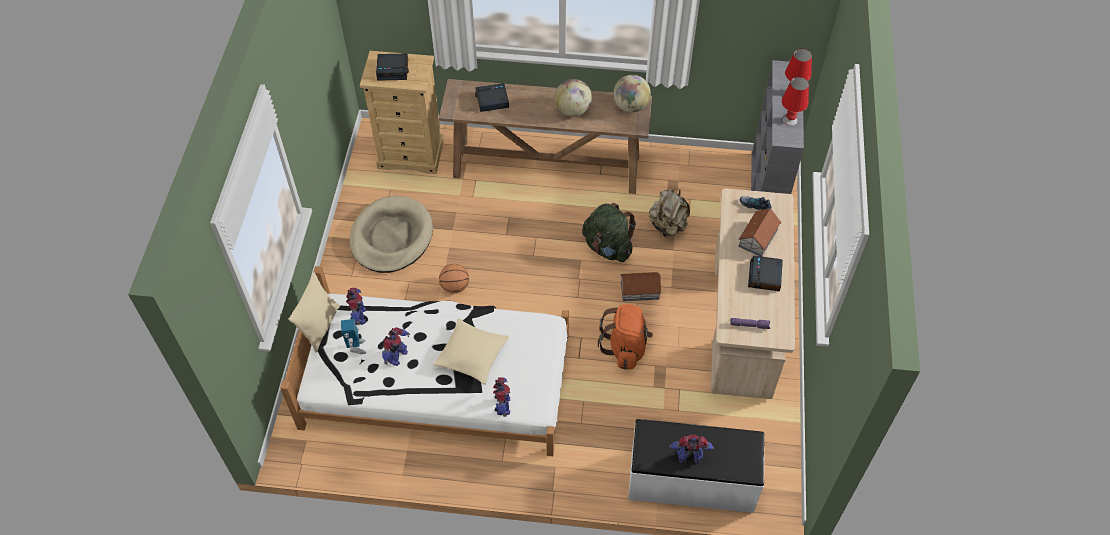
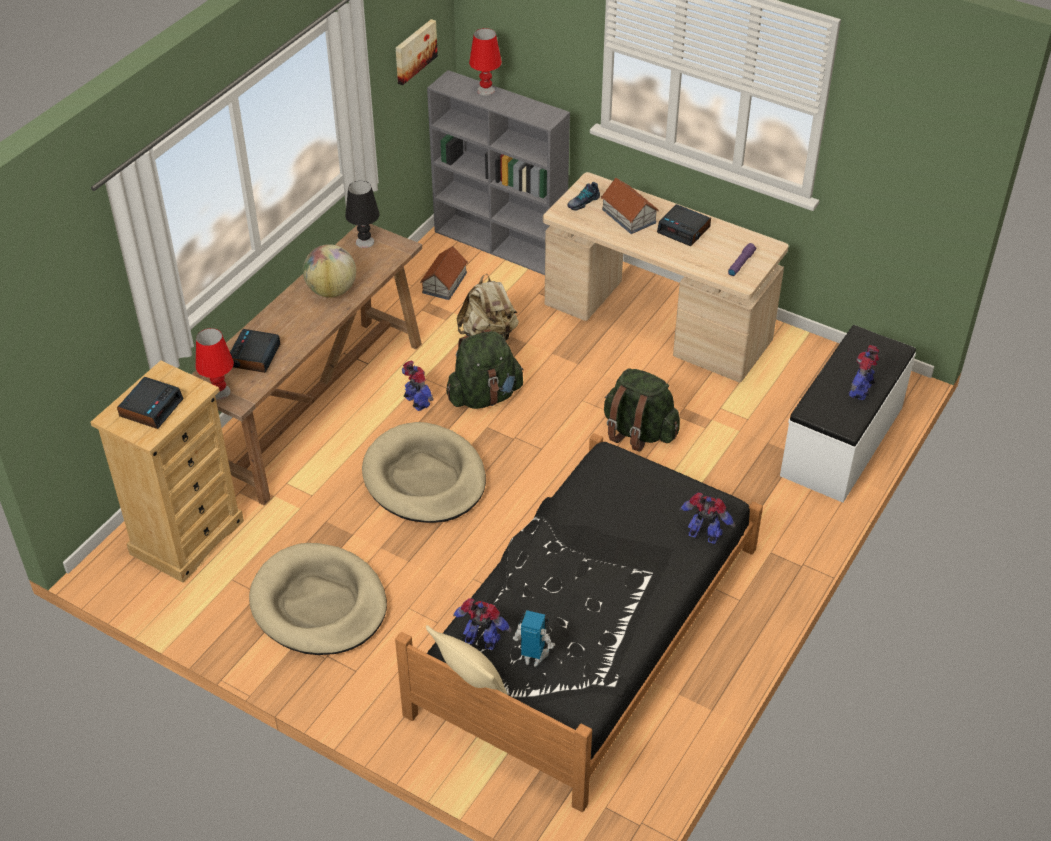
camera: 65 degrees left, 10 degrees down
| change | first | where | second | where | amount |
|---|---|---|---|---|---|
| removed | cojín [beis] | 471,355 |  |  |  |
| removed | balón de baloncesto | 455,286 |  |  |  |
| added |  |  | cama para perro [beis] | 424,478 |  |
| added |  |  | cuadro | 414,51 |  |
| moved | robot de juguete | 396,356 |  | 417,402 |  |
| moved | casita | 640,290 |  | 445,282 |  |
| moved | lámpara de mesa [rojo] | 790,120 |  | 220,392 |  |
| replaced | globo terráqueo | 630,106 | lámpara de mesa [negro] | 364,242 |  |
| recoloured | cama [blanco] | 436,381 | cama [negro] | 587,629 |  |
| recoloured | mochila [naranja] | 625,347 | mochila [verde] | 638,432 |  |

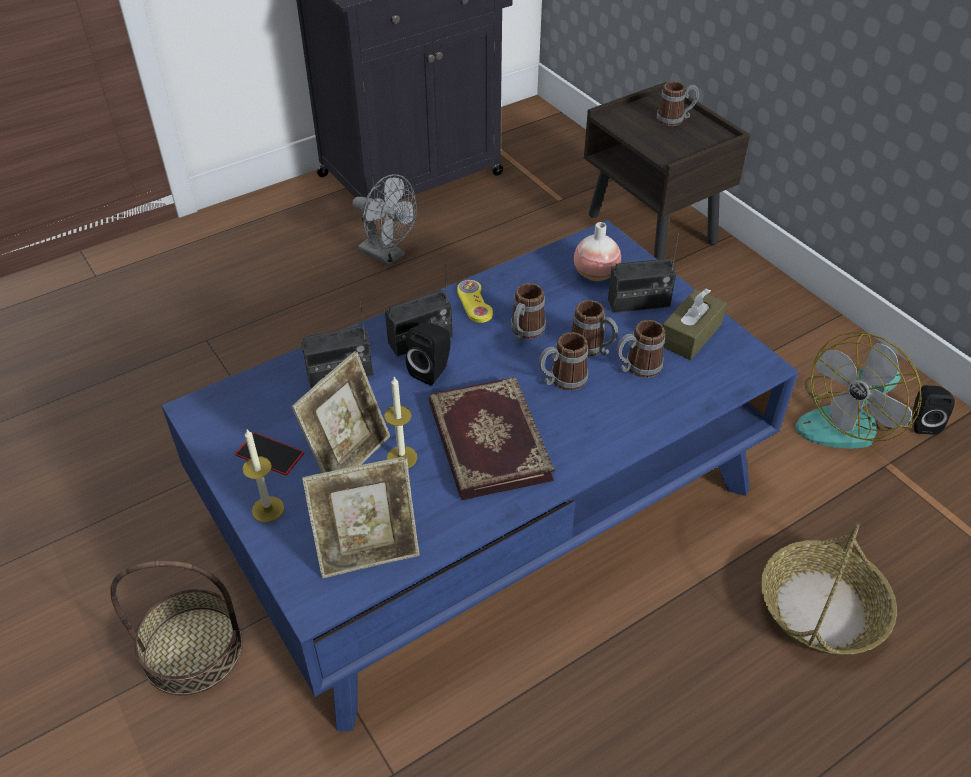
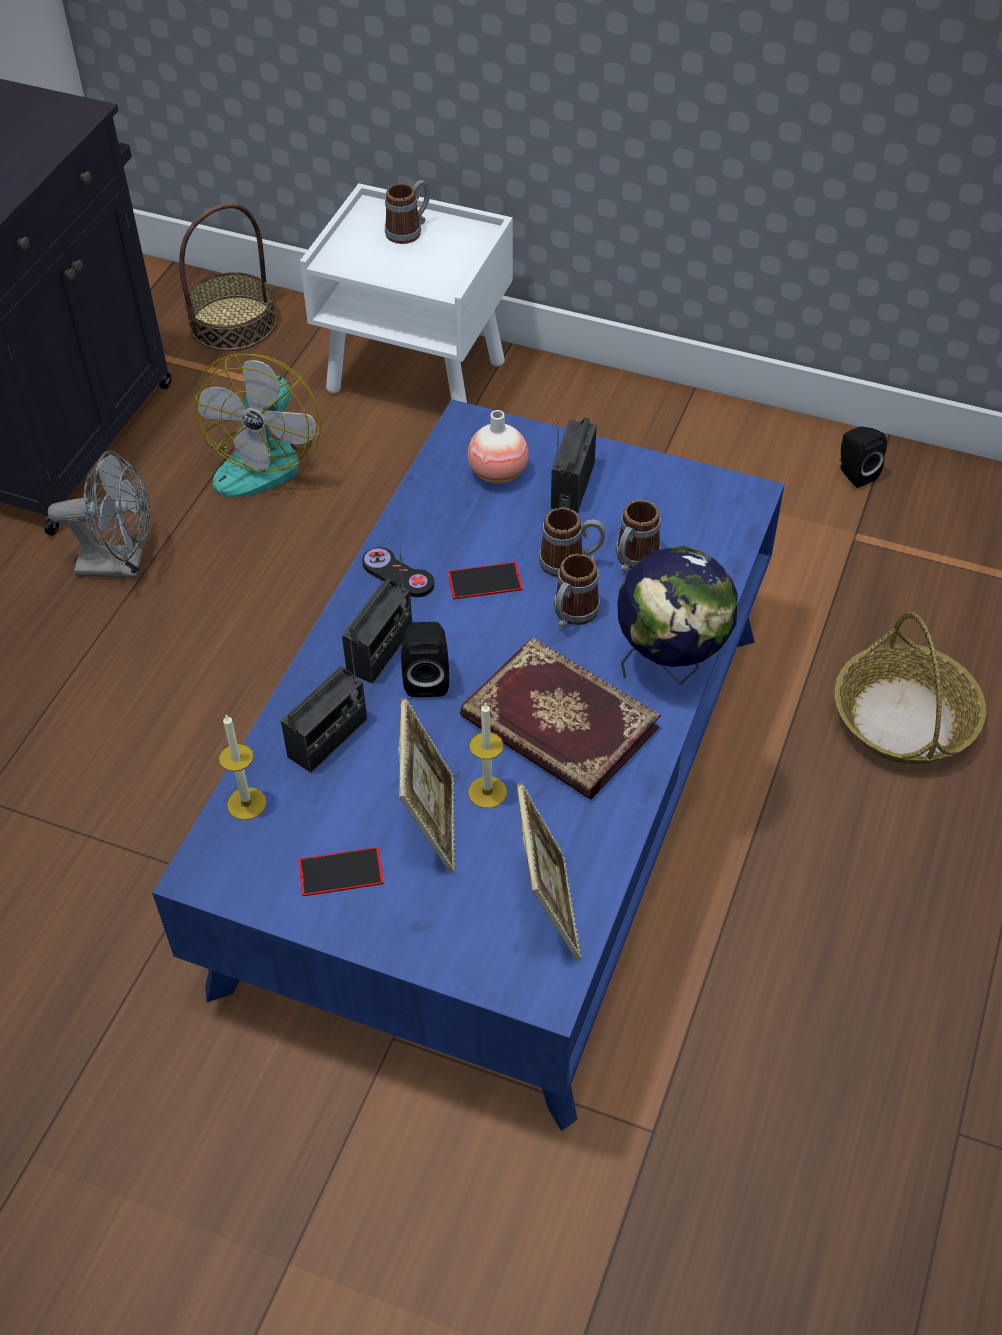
camera: 35 degrees left, 5 degrees up
| change | first | where | second | where | amount |
|---|---|---|---|---|---|
| removed | caja de pañuelos [marrón] | 690,335 |  |  |  |
| added |  |  | globo terráqueo | 670,666 |  |
| moved | cesta | 193,649 |  | 232,323 |  |
| moved | vela | 268,509 |  | 246,803 |  |
| moved | ventilador | 848,420 |  | 264,457 |  |
| replaced | taza grande | 525,332 | móvil | 485,581 |  |
| recoloured | mando de consola [amarillo] | 474,302 | mando de consola [negro] | 398,574 |  |
| recoloured | mesita de noche [marrón] | 653,229 | mesita de noche [blanco] | 418,376 |  |
| turned | portarretratos | 368,551 |  | 548,908 | 45 degrees counterclockwise |
| turned | radio | 639,303 |  | 572,485 | 150 degrees clockwise |

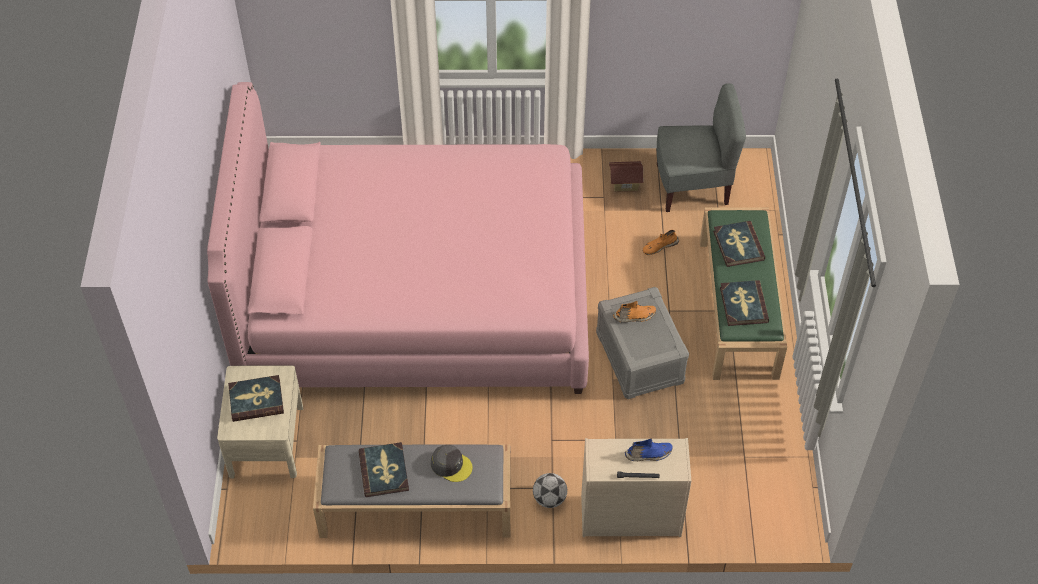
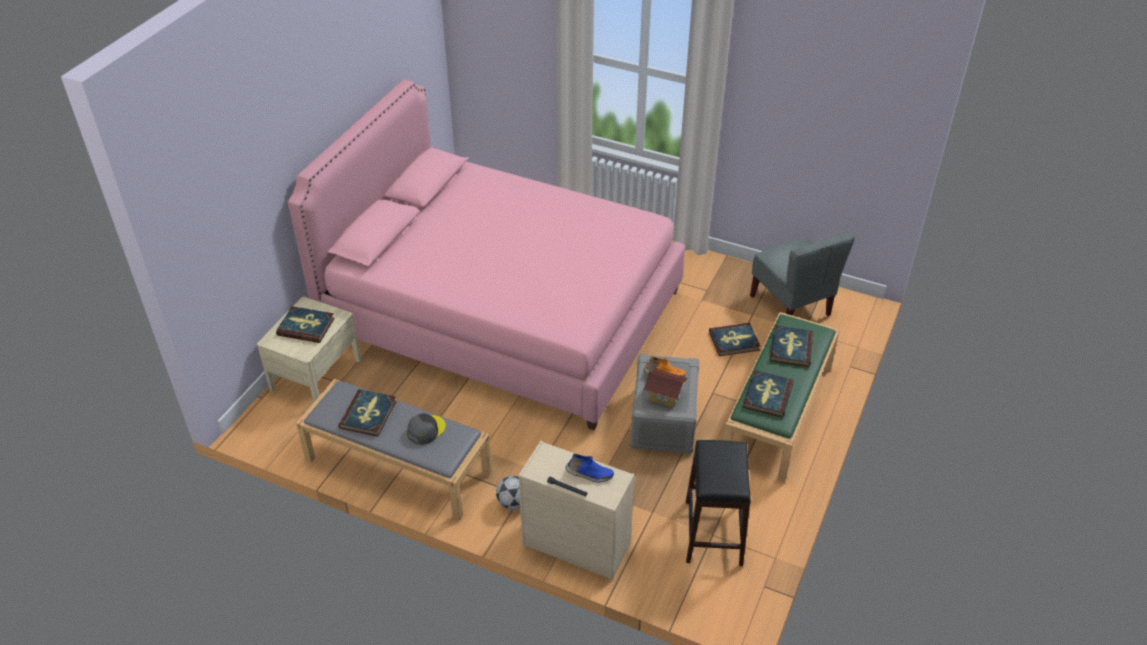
camera: 25 degrees right, 10 degrees down
| change | first | where | second | where | amount |
|---|---|---|---|---|---|
| added |  |  | taburete [negro] | 714,532 |  |
| moved | casita | 625,183 |  | 664,396 |  |
| replaced | zapato [naranja] | 659,246 | libro | 734,341 |  |
| turned | gorra [gris] | 451,465 |  | 426,430 | 105 degrees counterclockwise |
| turned | silla [gris] | 692,186 |  | 791,305 | 45 degrees clockwise |

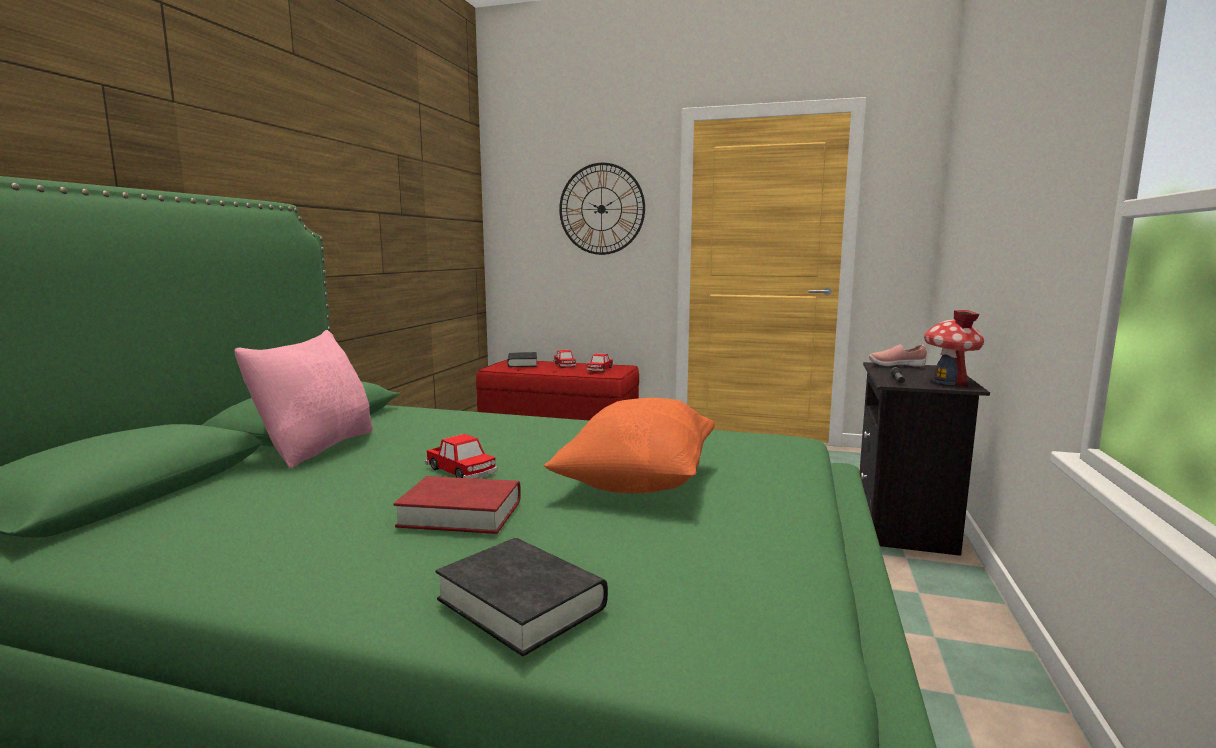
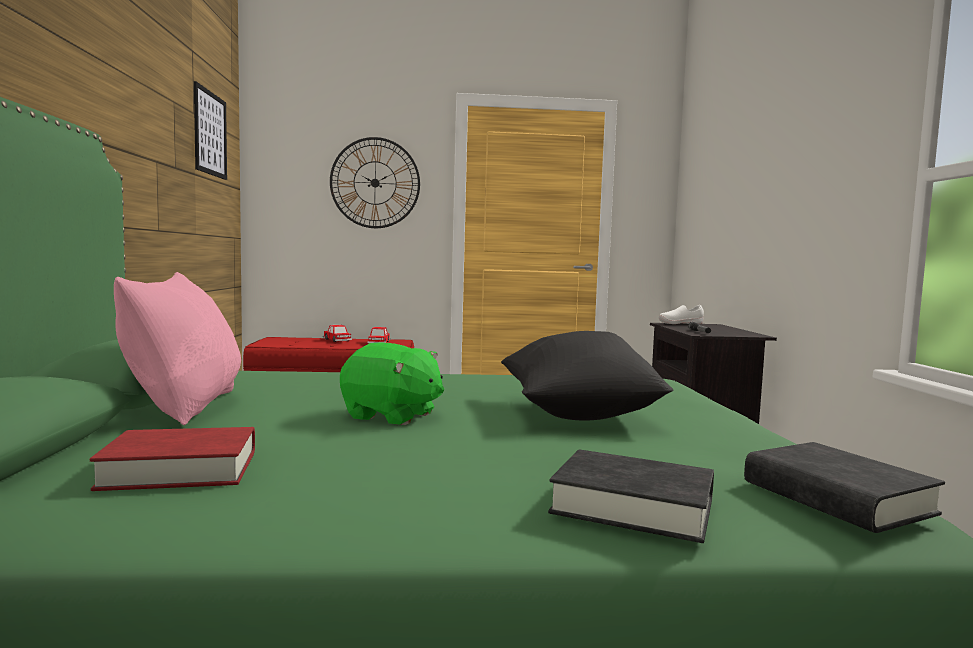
camera: 20 degrees left, 5 degrees down
| change | first | where | second | where | amount |
|---|---|---|---|---|---|
| removed | casita | 948,382 |  |  |  |
| added |  |  | cuadro | 210,133 |  |
| moved | libro [rojo] | 461,513 |  | 180,470 |  |
| moved | libro [negro] | 522,363 |  | 836,498 |  |
| replaced | coche de juguete | 461,470 | peluche [verde] | 391,416 |  |
| recoloured | cojín [naranja] | 636,482 | cojín [negro] | 577,414 |  |
| recoloured | zapato [rosa] | 896,366 | zapato [blanco] | 680,324 |  |

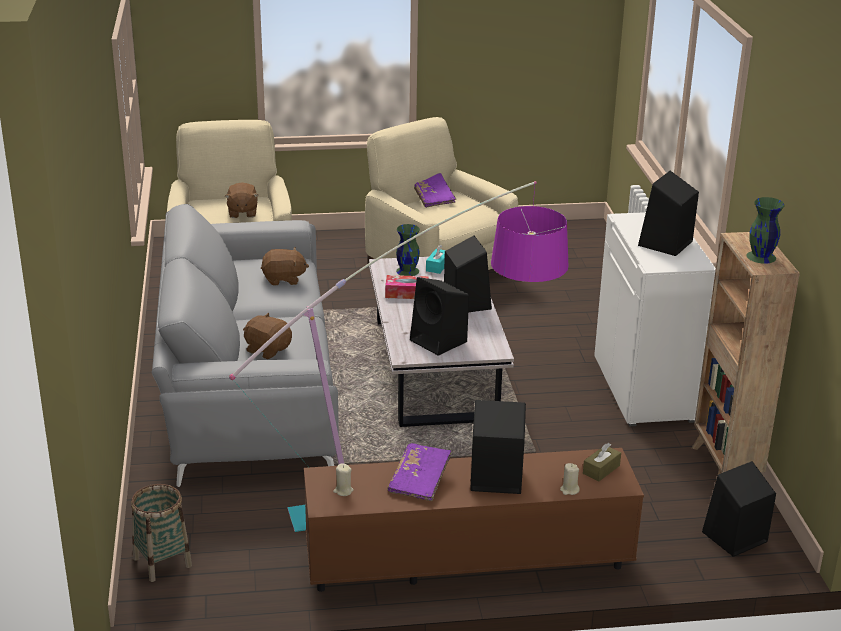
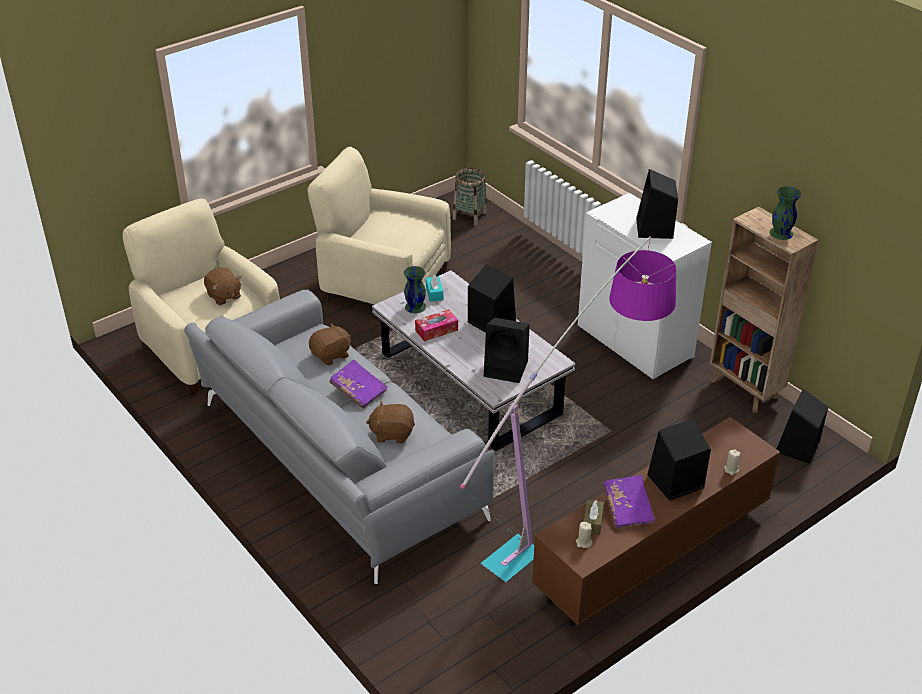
camera: 30 degrees left, 10 degrees up
| change | first | where | second | where | amount |
|---|---|---|---|---|---|
| moved | cesta | 162,562 |  | 470,216 |  |
| moved | libro [morado] | 433,198 |  | 358,391 |  |
| moved | caja de pañuelos [marrón] | 601,469 |  | 592,522 |  |

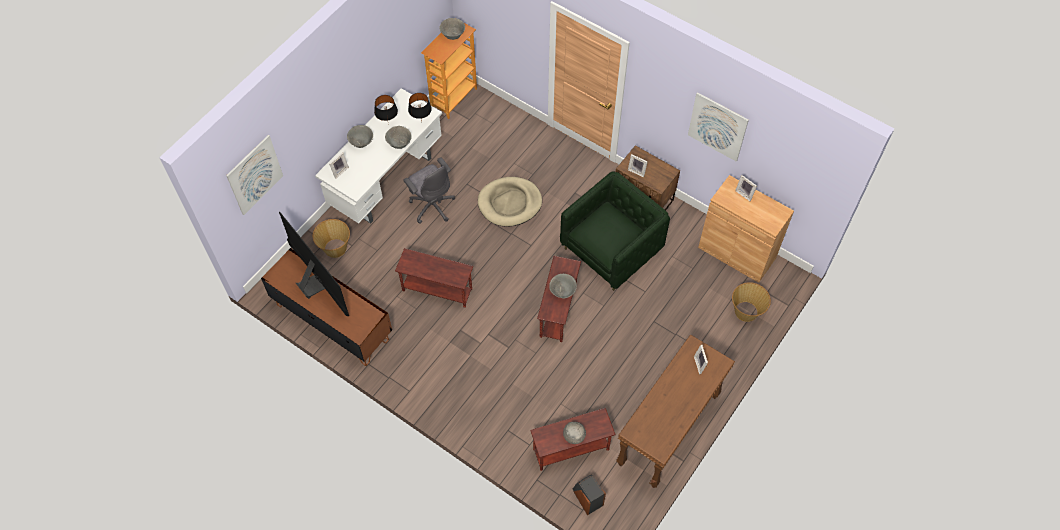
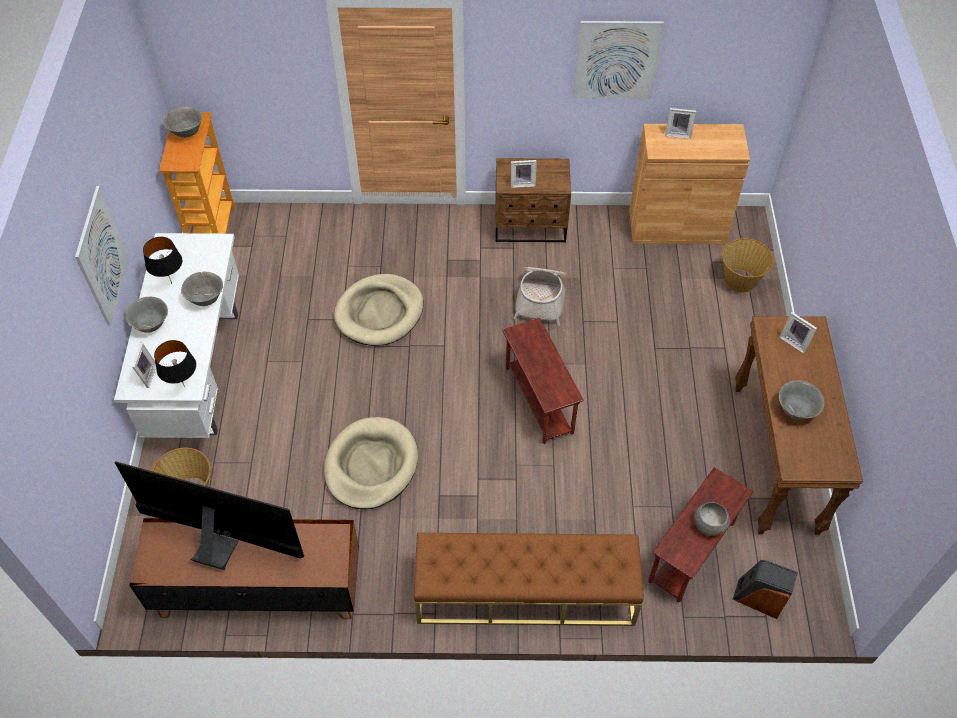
camera: 35 degrees left, 5 degrees down
| change | first | where | second | where | amount |
|---|---|---|---|---|---|
| removed | silla de oficina [gris] | 432,205 |  |  |  |
| added |  |  | banco [marrón] | 525,593 |  |
| moved | cuadro | 255,175 |  | 101,256 |  |
| moved | lámpara de mesa [negro] | 421,122 |  | 184,386 |  |
| moved | cuenco [gris] | 562,292 |  | 796,410 |  |
| replaced | mesa auxiliar [marrón] | 437,290 | cama para perro [beis] | 371,465 |  |
| replaced | sillón [verde] | 611,249 | cesta | 541,298 |  |

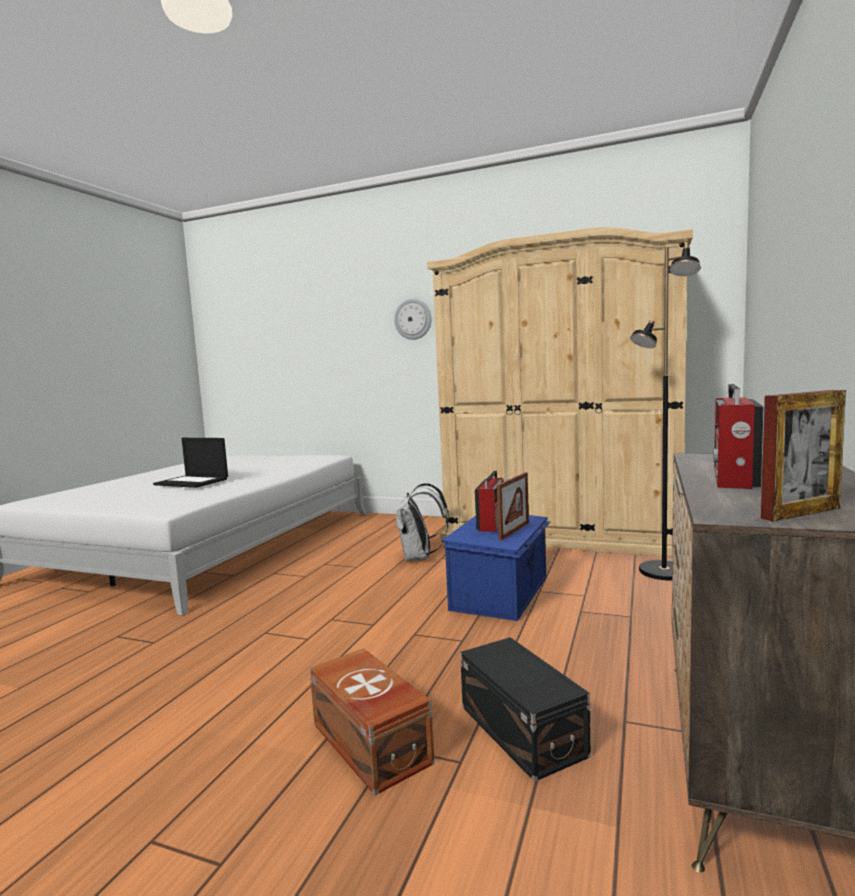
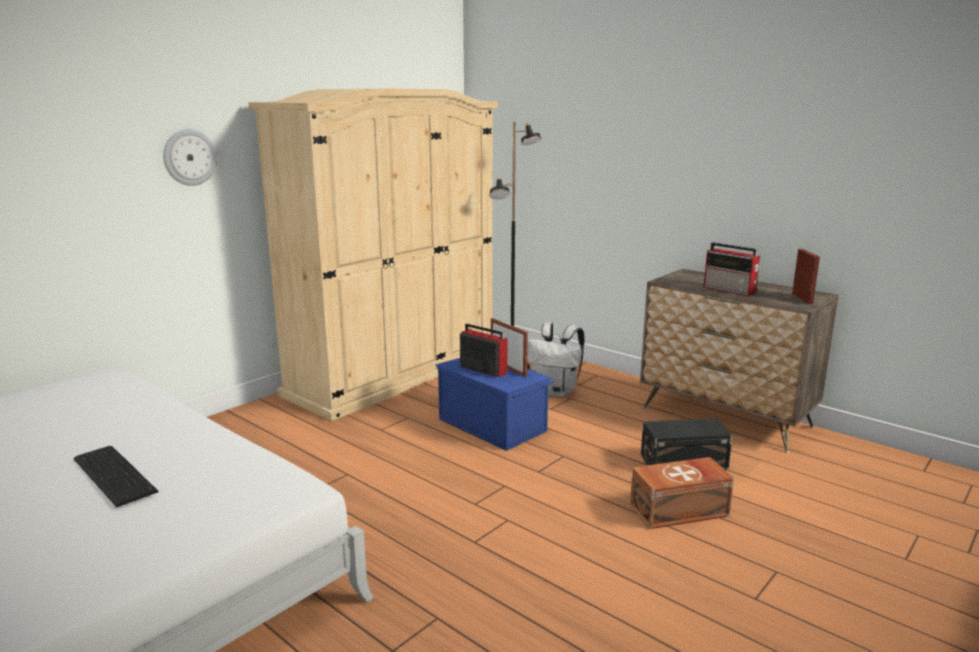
camera: 70 degrees left, 10 degrees up
| change | first | where | second | where | amount |
|---|---|---|---|---|---|
| moved | mochila [blanco] | 420,558 |  | 555,391 |  |
| replaced | portátil | 192,482 | teclado | 116,473 |  |

